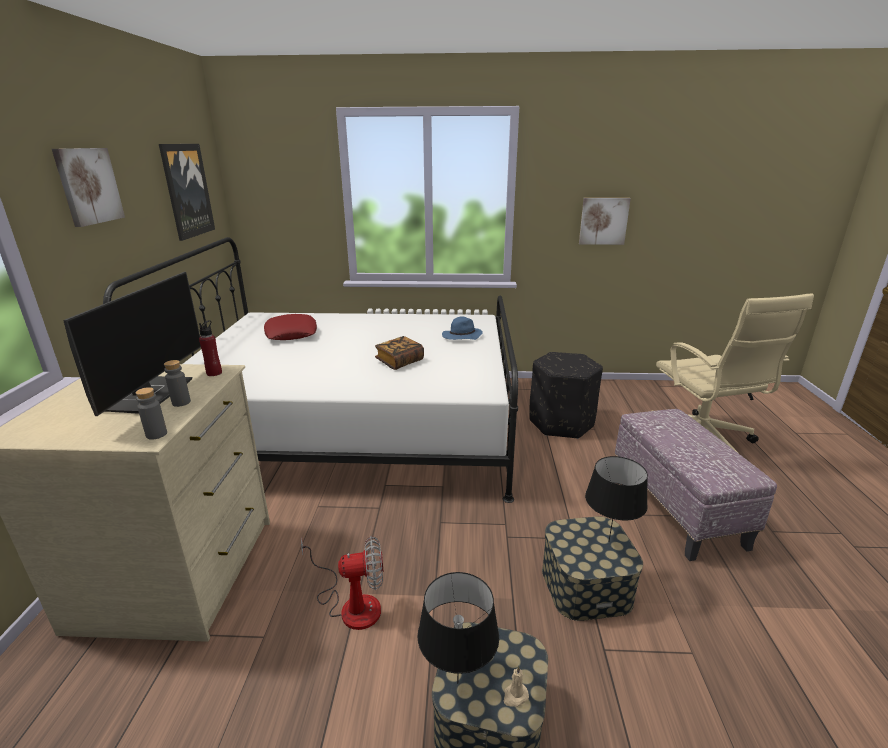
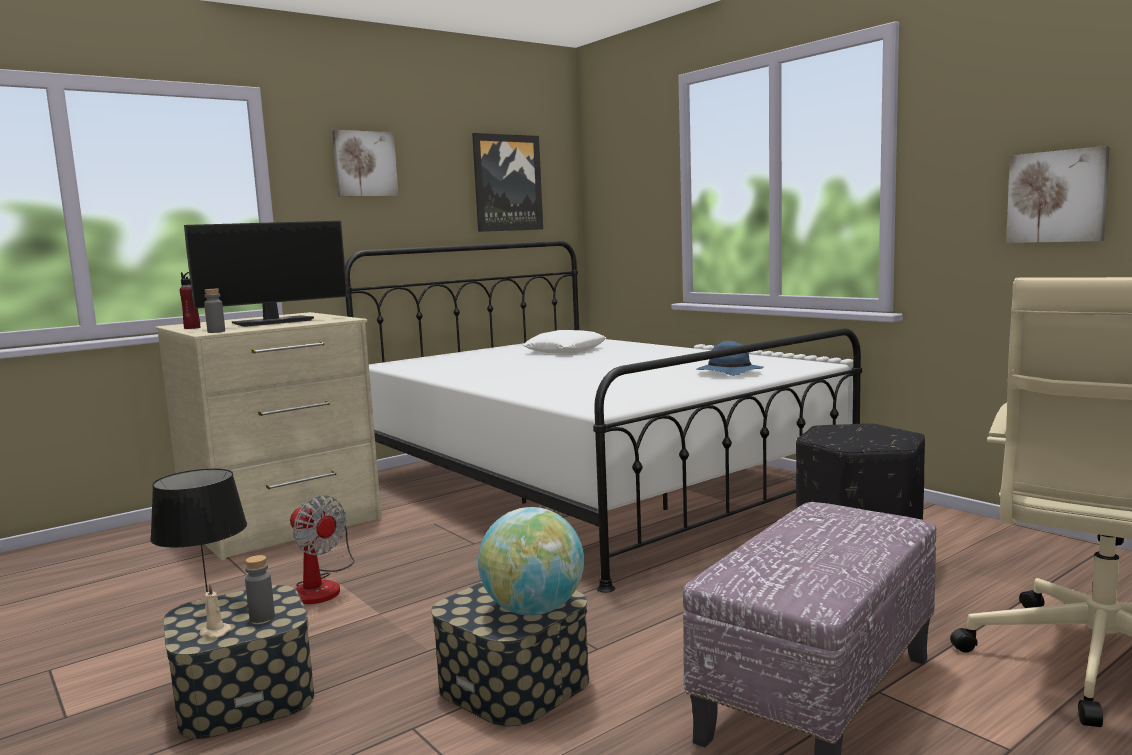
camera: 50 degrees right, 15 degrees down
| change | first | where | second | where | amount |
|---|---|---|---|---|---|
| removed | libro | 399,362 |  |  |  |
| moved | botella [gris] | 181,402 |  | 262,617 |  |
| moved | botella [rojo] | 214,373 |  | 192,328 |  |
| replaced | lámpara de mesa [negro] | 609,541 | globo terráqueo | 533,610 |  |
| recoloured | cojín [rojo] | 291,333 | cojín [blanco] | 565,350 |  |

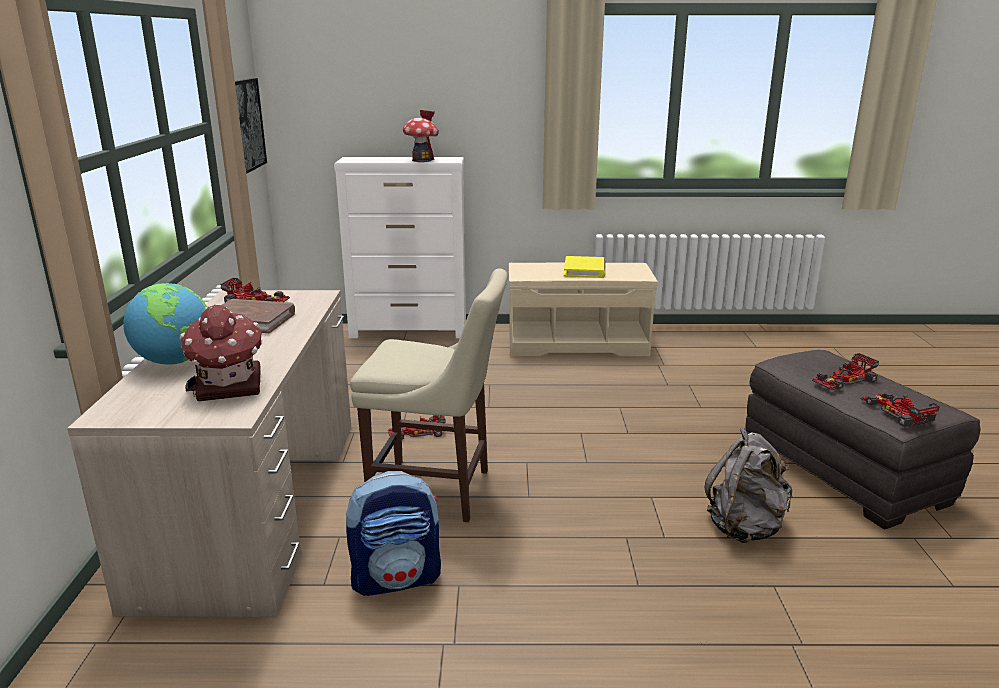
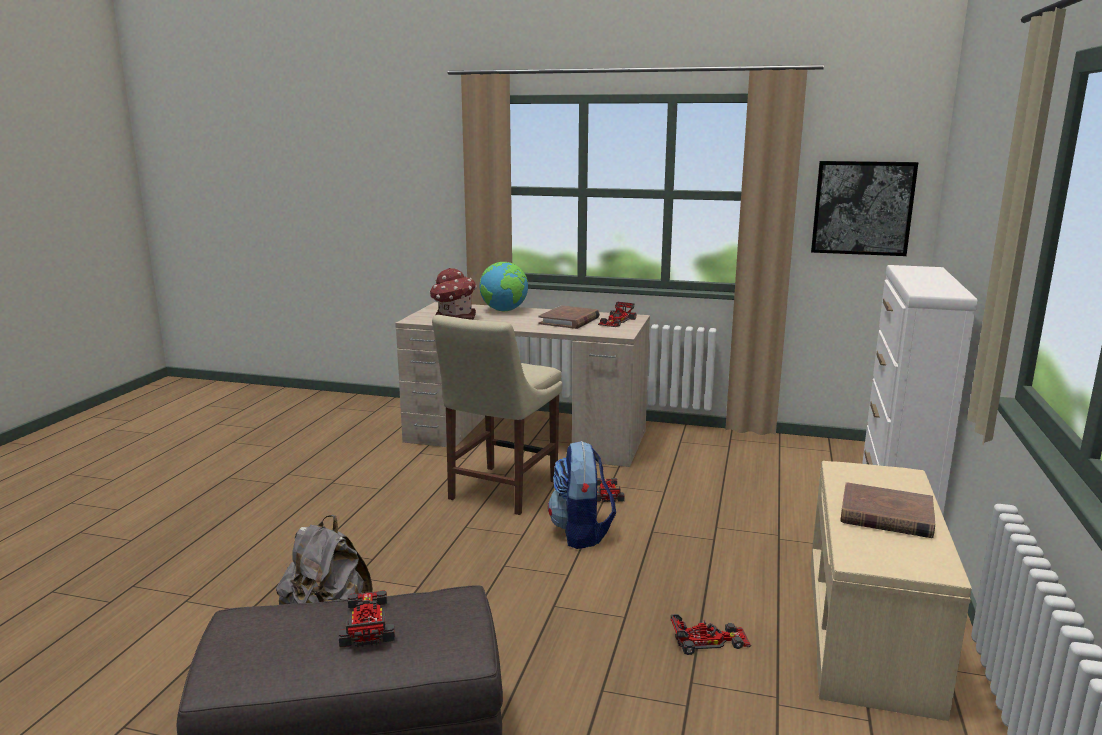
camera: 105 degrees right, 5 degrees down
| change | first | where | second | where | amount |
|---|---|---|---|---|---|
| removed | casita | 421,160 |  |  |  |
| moved | mochila | 397,578 |  | 581,533 |  |
| moved | coche de juguete | 896,412 |  | 709,640 |  |
| recoloured | libro [amarillo] | 584,270 | libro [marrón] | 886,515 |  |

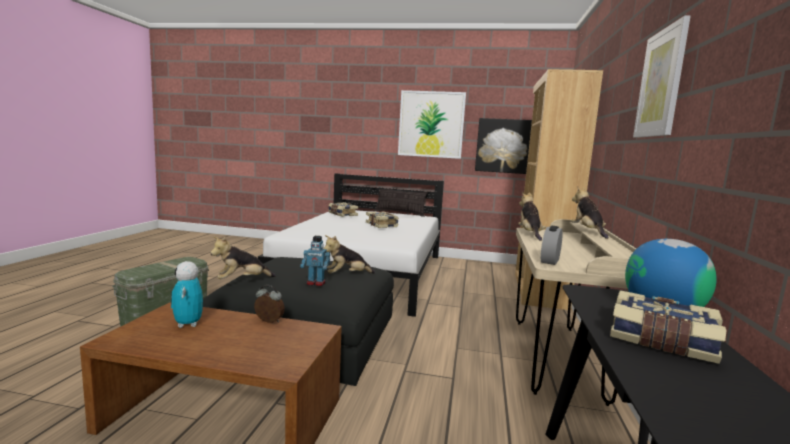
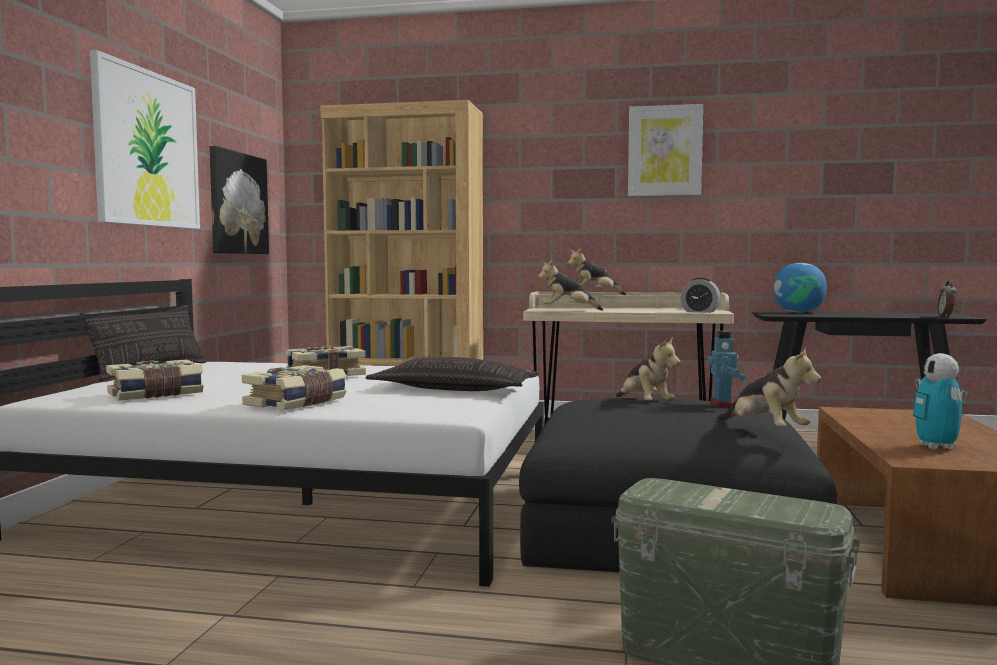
camera: 90 degrees left, 5 degrees down
| change | first | where | second | where | amount |
|---|---|---|---|---|---|
| added |  |  | cojín | 454,389 |  |
| moved | despertador | 268,322 |  | 946,316 |  |
| moved | libro | 661,341 |  | 297,403 |  |
| turned | robot de juguete | 188,324 |  | 936,447 | 105 degrees clockwise |

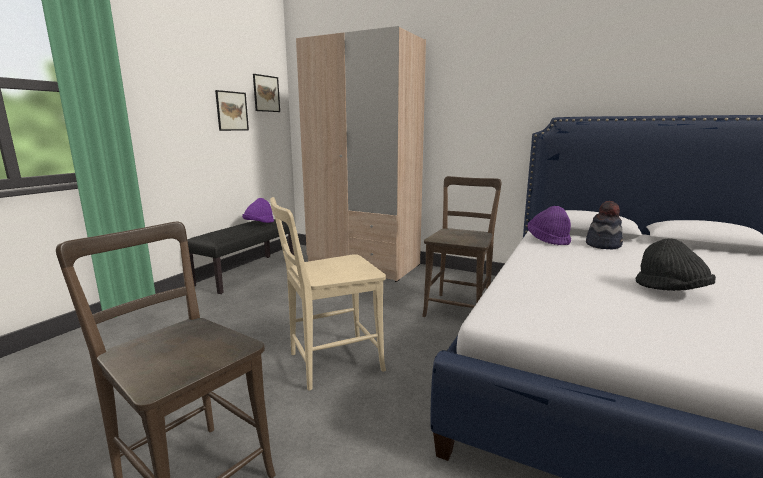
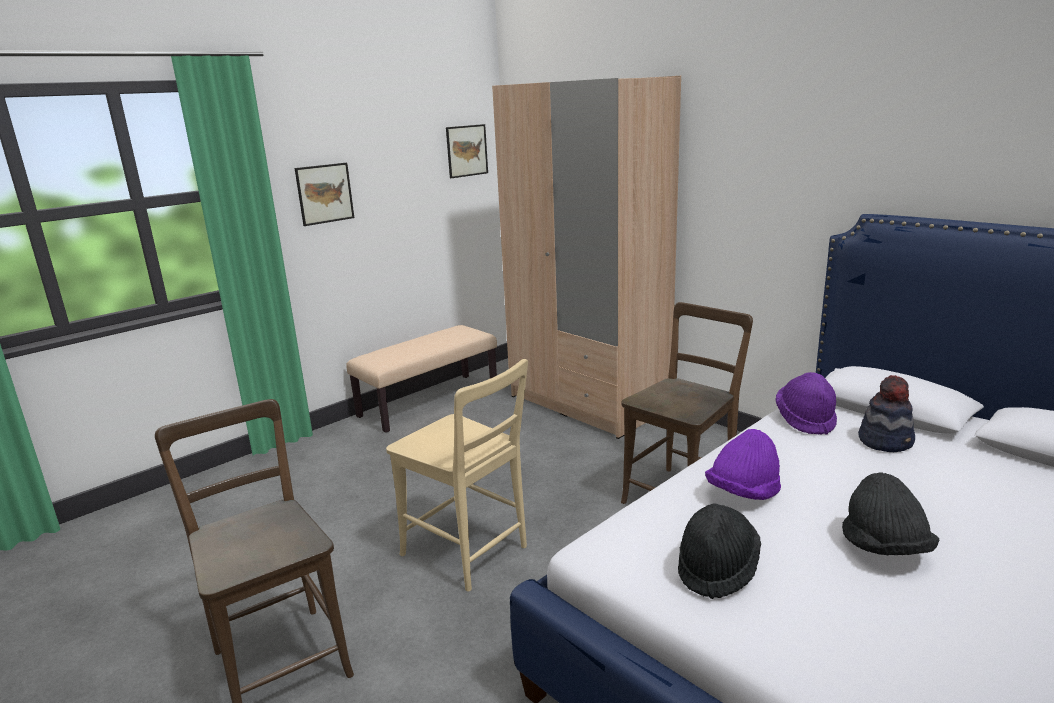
camera: 20 degrees right, 5 degrees up
| change | first | where | second | where | amount |
|---|---|---|---|---|---|
| added |  |  | sombrero [negro] | 717,568 |  |
| moved | cuadro | 232,111 |  | 324,193 |  |
| moved | sombrero [morado] | 259,224 |  | 743,493 |  |
| recoloured | banco [negro] | 246,273 | banco [beis] | 429,402 |  |
| turned | silla [beis] | 330,363 |  | 469,553 | 135 degrees counterclockwise |

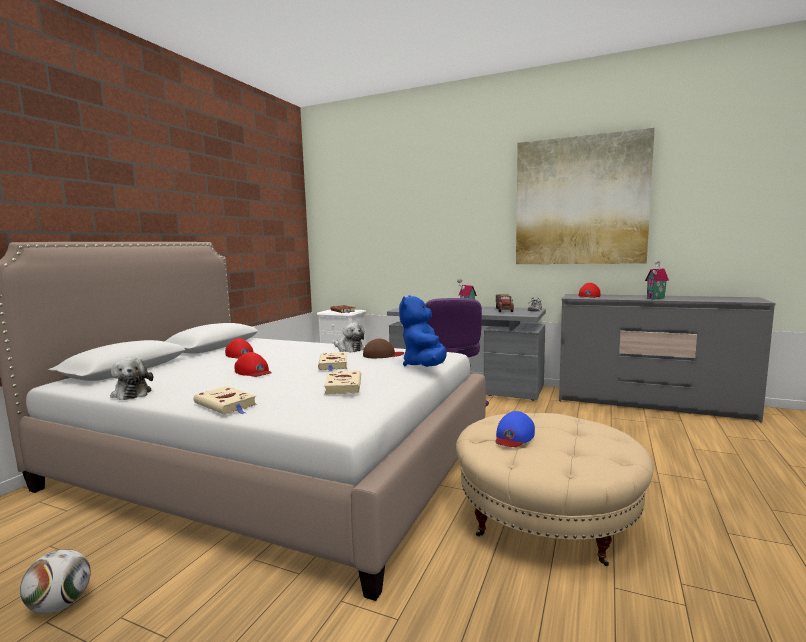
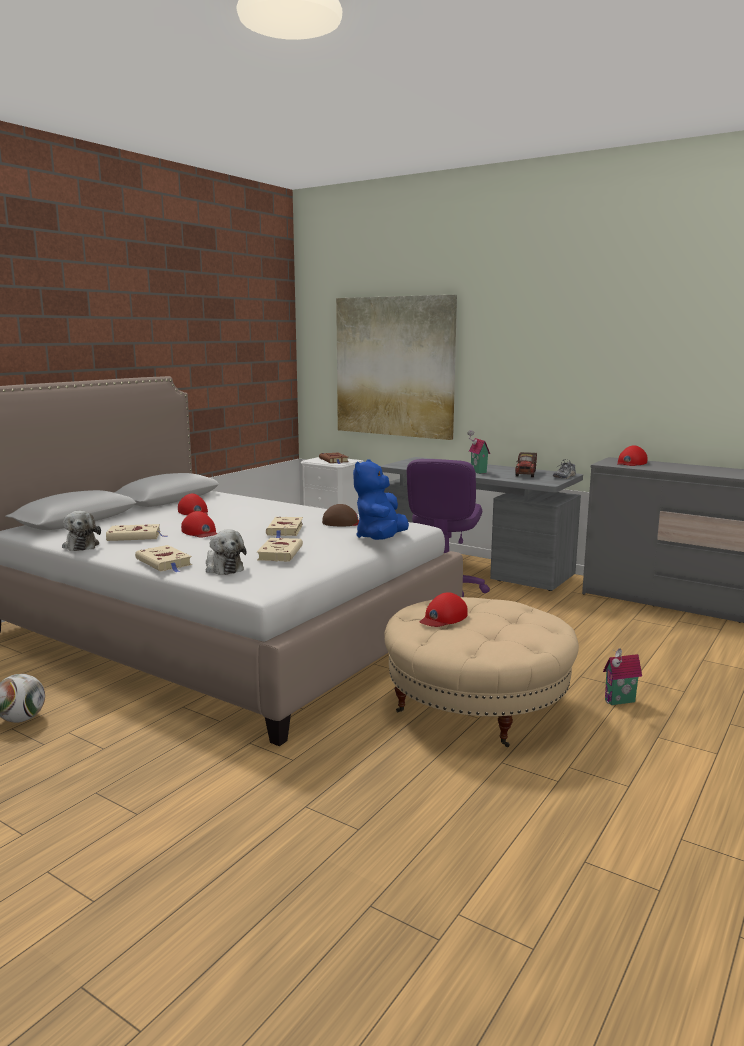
camera: 10 degrees right, 5 degrees up
| change | first | where | second | where | amount |
|---|---|---|---|---|---|
| added |  |  | libro [beis] | 136,536 |  |
| moved | peluche | 349,349 |  | 223,568 |  |
| moved | cuadro | 580,201 |  | 395,366 |  |
| moved | casita | 656,298 |  | 620,702 |  |
| recoloured | gorra [azul] | 513,436 | gorra [rojo] | 443,617 |  |

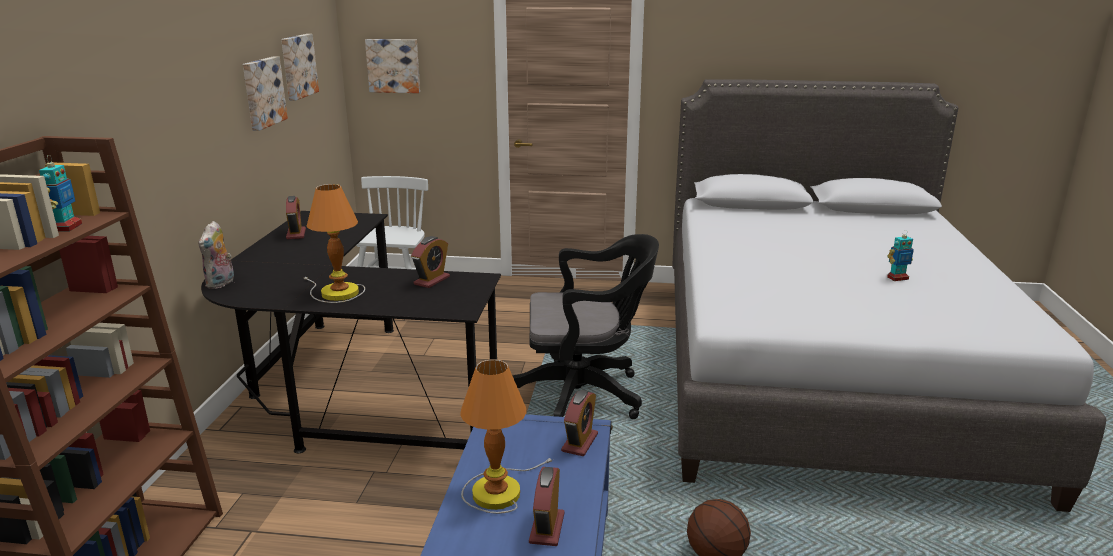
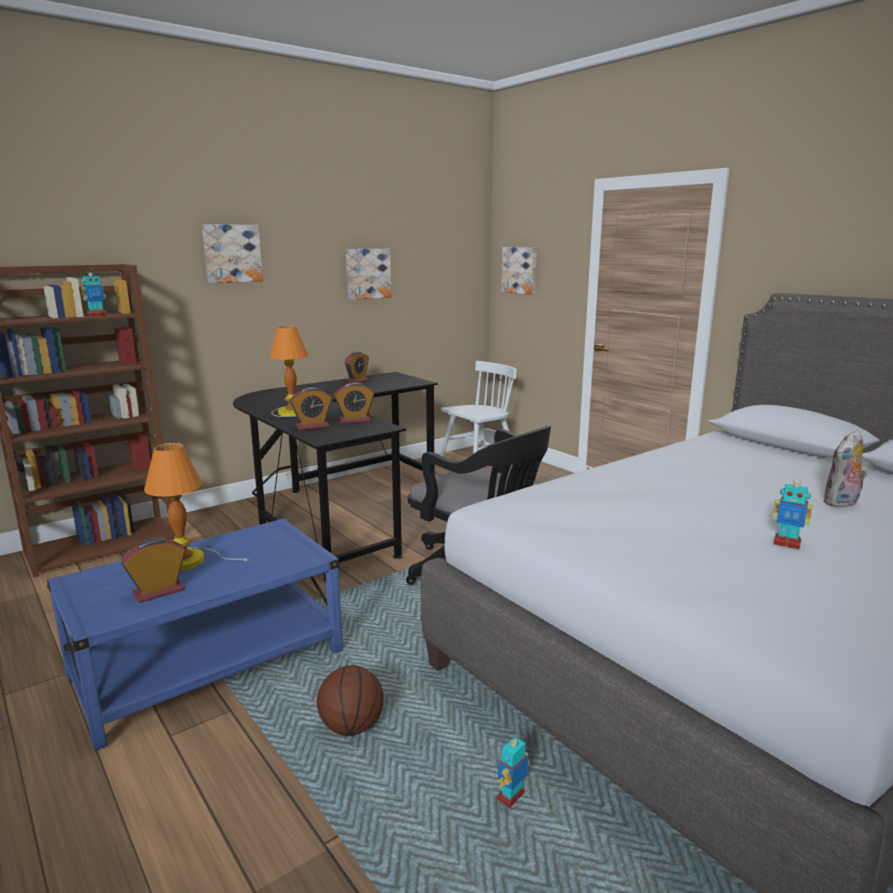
camera: 45 degrees right, 5 degrees down
| change | first | where | second | where | amount |
|---|---|---|---|---|---|
| added |  |  | robot de juguete | 511,798 |  |
| moved | peluche | 221,283 |  | 841,503 |  |
| moved | cuadro | 297,66 |  | 232,253 |  |
| moved | despertador | 579,442 |  | 312,426 |  |

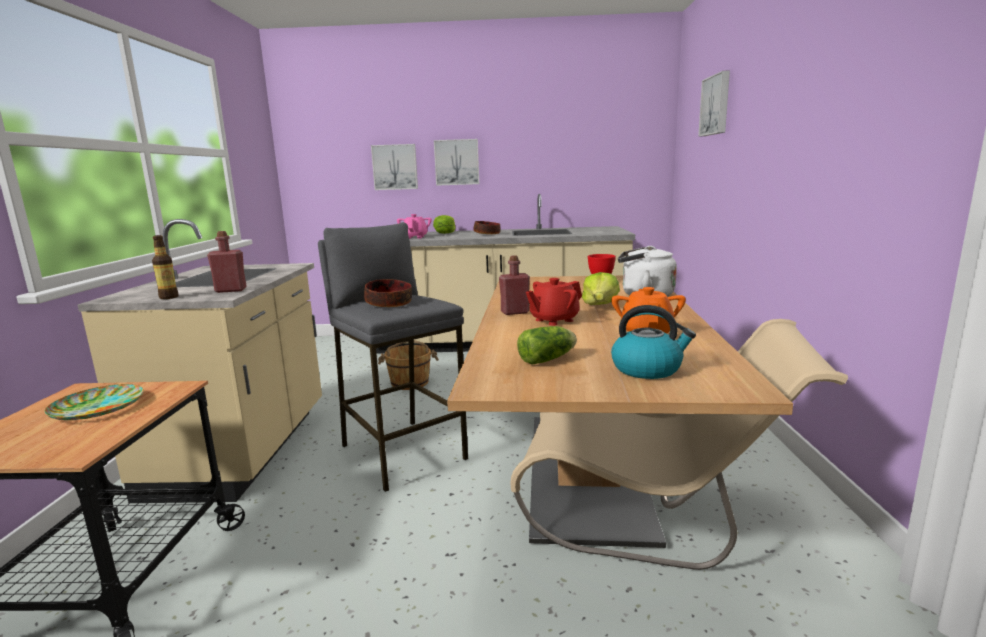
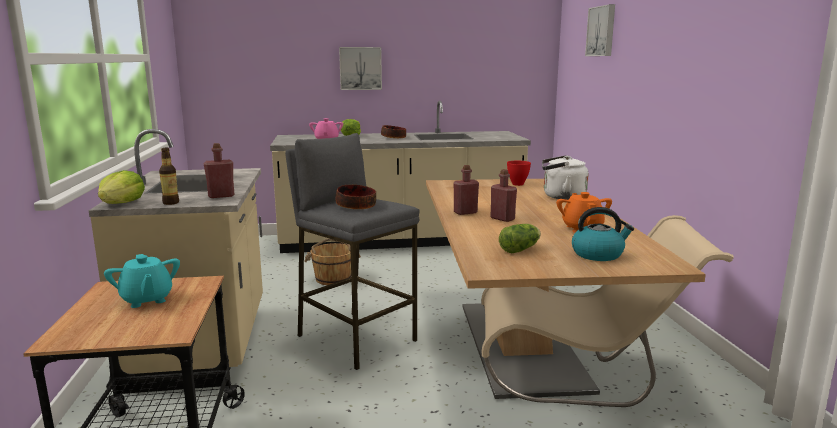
camera: 10 degrees left, 0 degrees up
| change | first | where | second | where | amount |
|---|---|---|---|---|---|
| removed | cuadro | 395,167 |  |  |  |
| moved | lechuga | 600,305 |  | 122,204 |  |
| replaced | plato | 97,407 | tetera [turquesa] | 146,300 |  |
| replaced | tetera [rojo] | 553,320 | botella [rojo] | 502,219 |  |

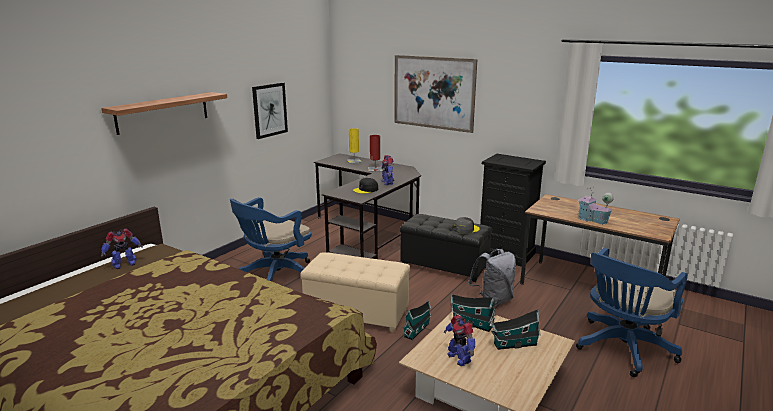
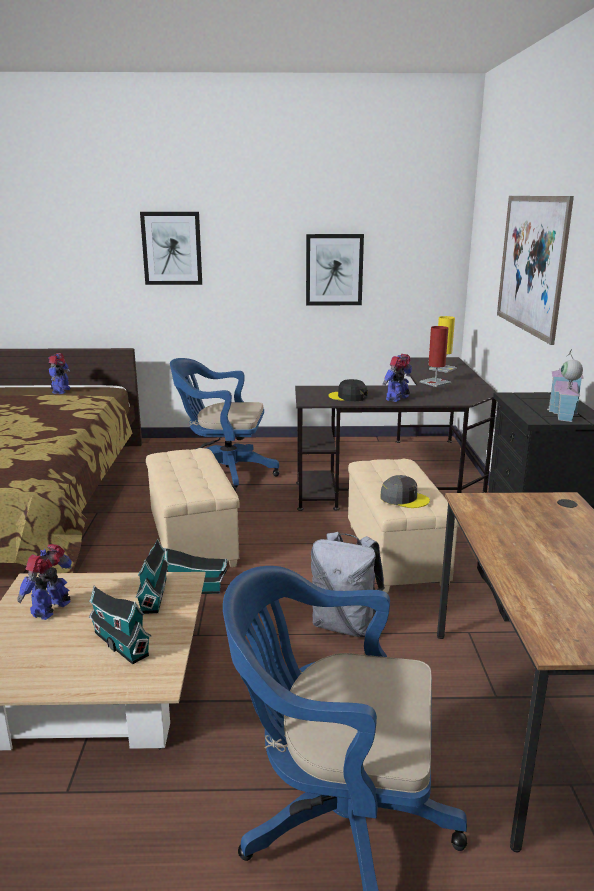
camera: 55 degrees right, 0 degrees up
| change | first | where | second | where | amount |
|---|---|---|---|---|---|
| moved | casita | 592,220 |  | 562,413 |  |
| replaced | estante | 163,112 | cuadro | 172,248 |  |
| recoloured | puf [negro] | 444,266 | puf [beis] | 396,555 |  |
| turned | robot de juguete | 124,265 |  | 60,391 | 105 degrees counterclockwise |

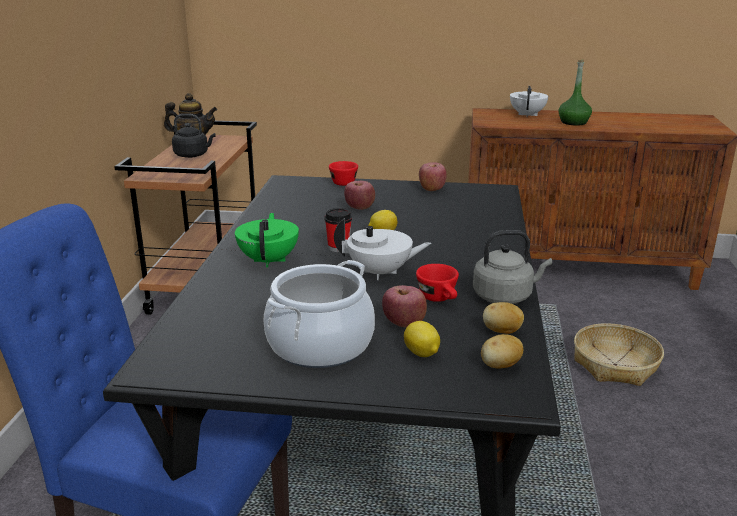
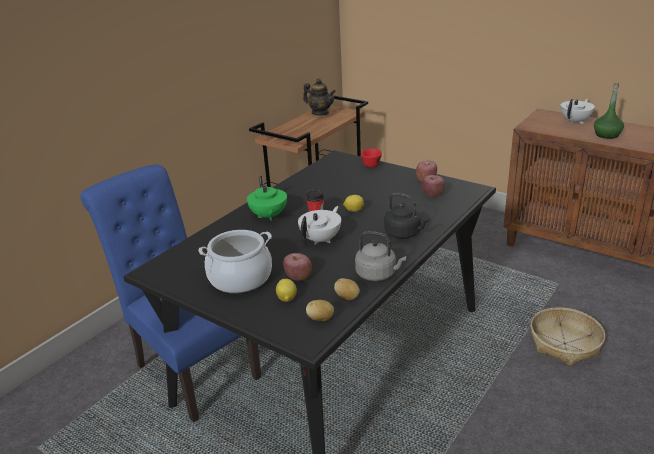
camera: 30 degrees right, 5 degrees up
| change | first | where | second | where | amount |
|---|---|---|---|---|---|
| removed | taza [rojo] | 440,299 |  |  |  |
| moved | hervidor [negro] | 193,155 |  | 404,234 |  |
| moved | manzana | 359,208 |  | 433,194 |  |
| turned | tetera [verde] | 269,260 |  | 268,216 | 135 degrees clockwise |
| turned | tetera [blanco] | 380,273 |  | 321,239 | 90 degrees counterclockwise |

